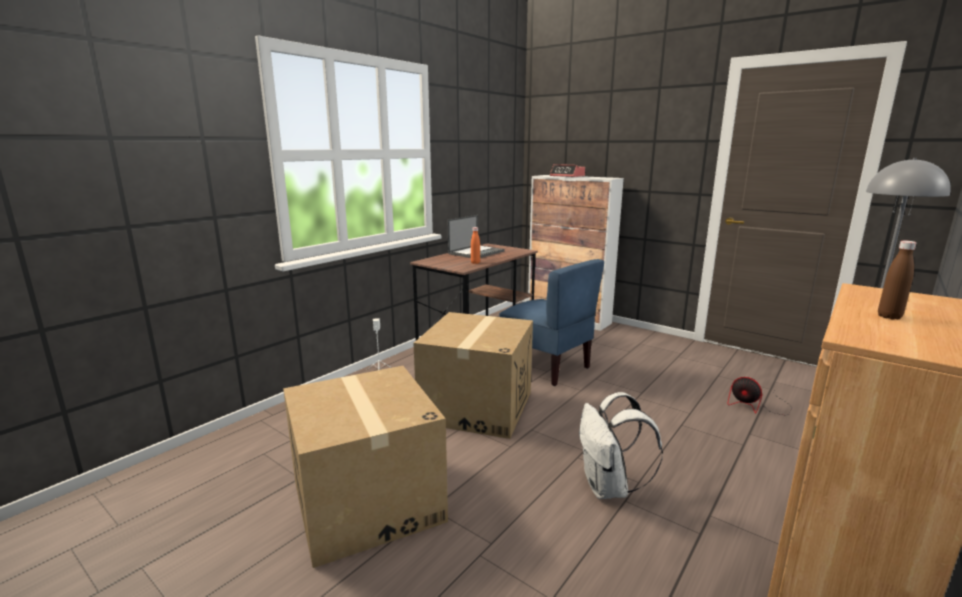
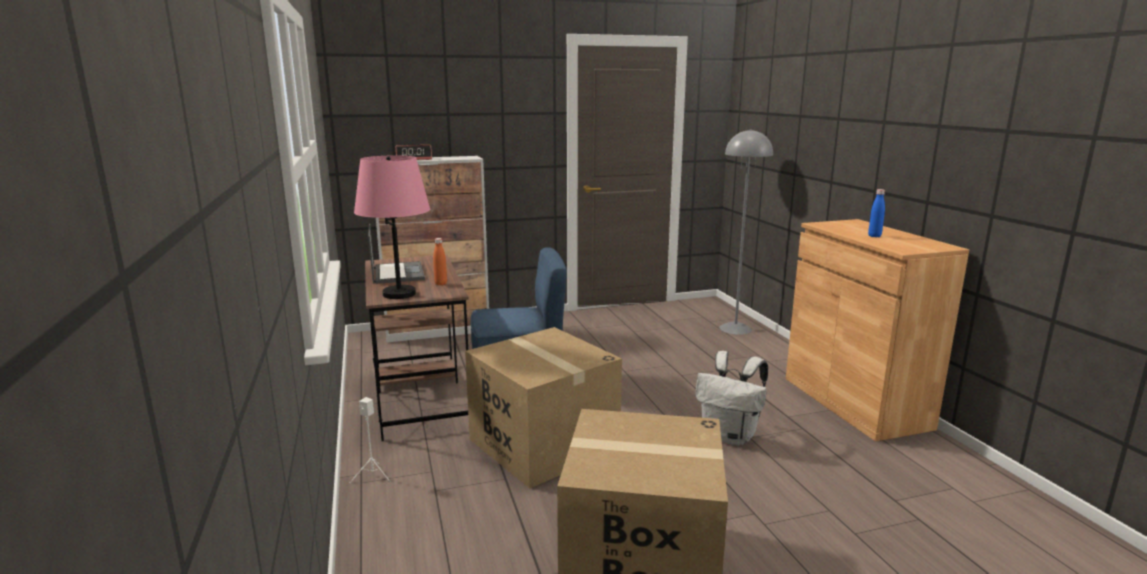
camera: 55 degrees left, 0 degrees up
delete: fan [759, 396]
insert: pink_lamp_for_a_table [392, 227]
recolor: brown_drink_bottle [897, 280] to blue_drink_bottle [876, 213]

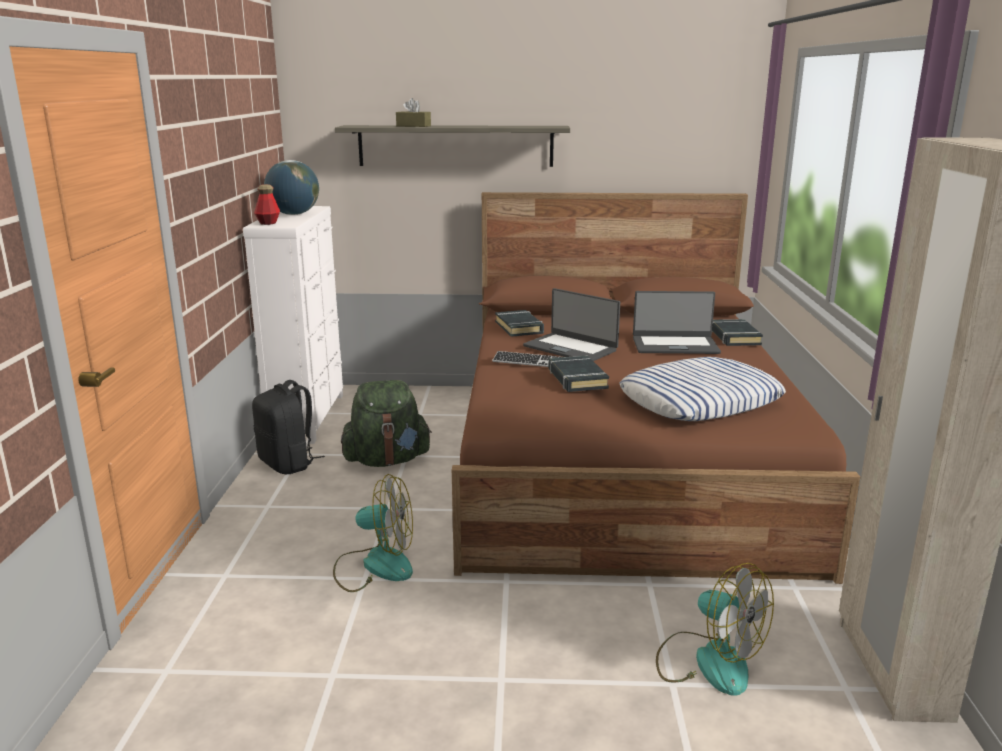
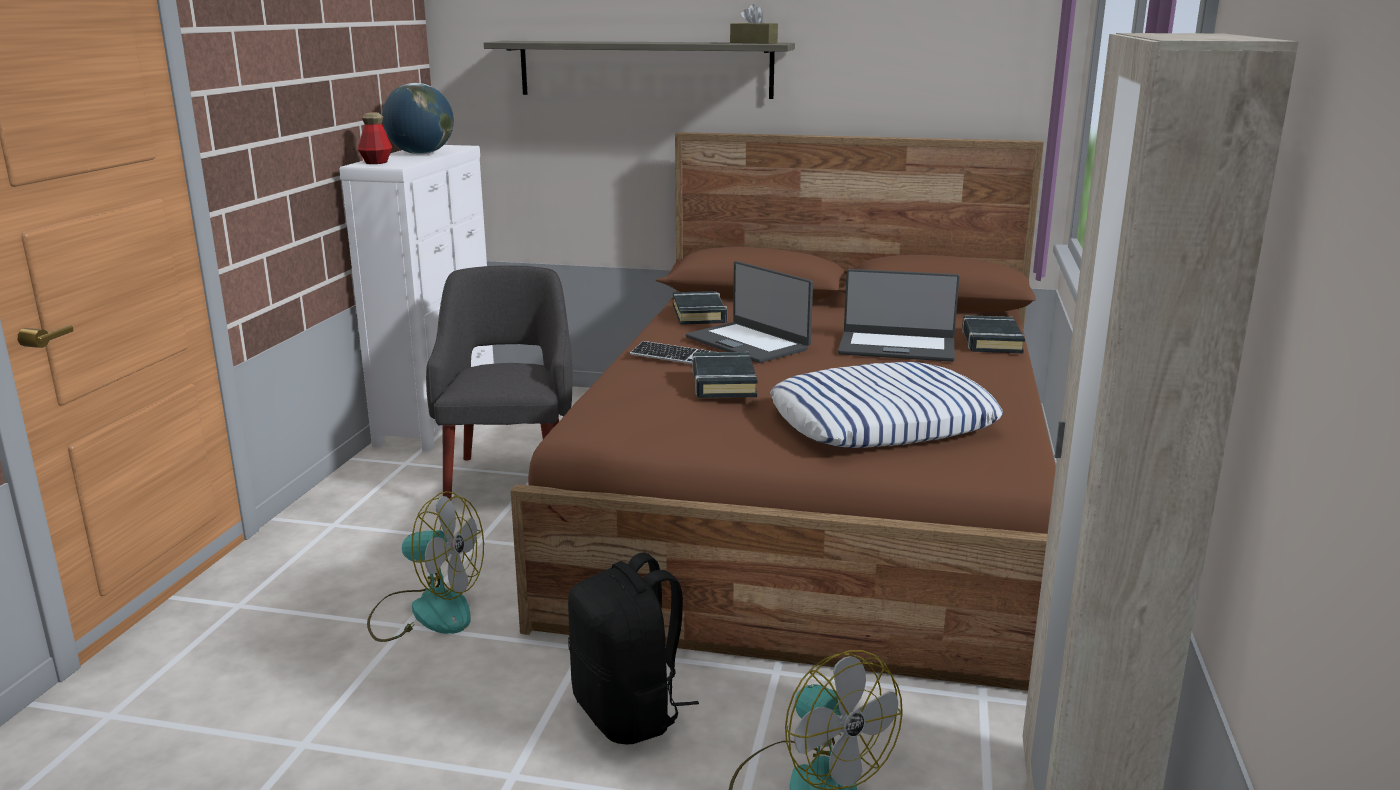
camera: 10 degrees right, 0 degrees up
move: blackish_knapsack [288, 427] to [633, 648]; brown_tissue_box [413, 112] to [754, 24]
replace: green_knapsack [386, 423] to grey_easy_chair [499, 382]

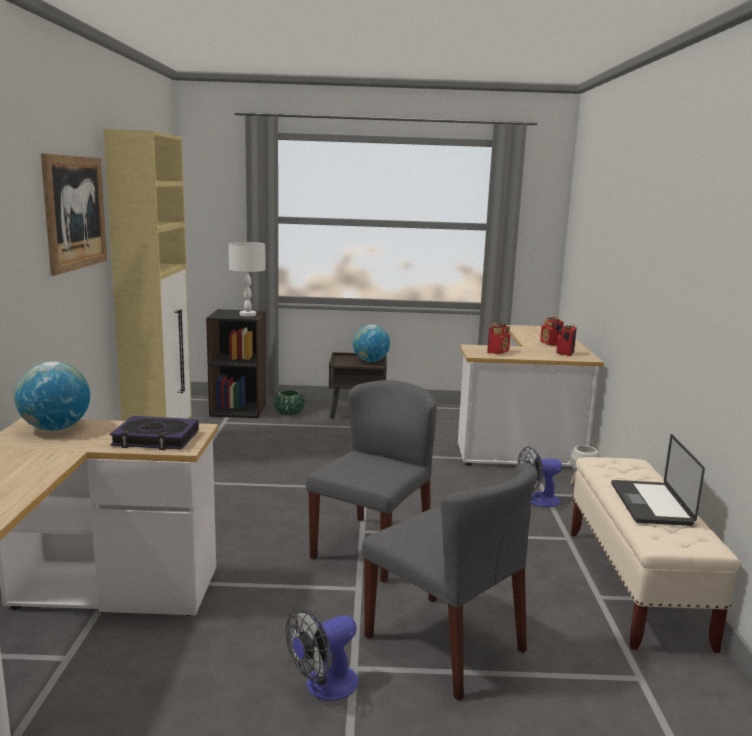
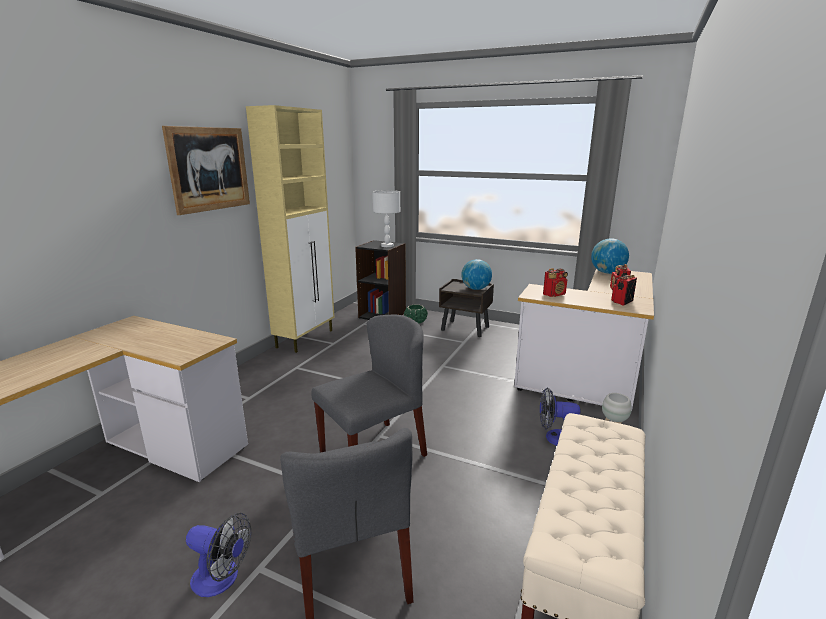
camera: 25 degrees right, 5 degrees up
delete: bound_book [154, 433]; portable_computer [658, 480]
move: desk_globe [52, 396] to [610, 256]
rotate: fan [322, 655] = [218, 555] 150 degrees counterclockwise

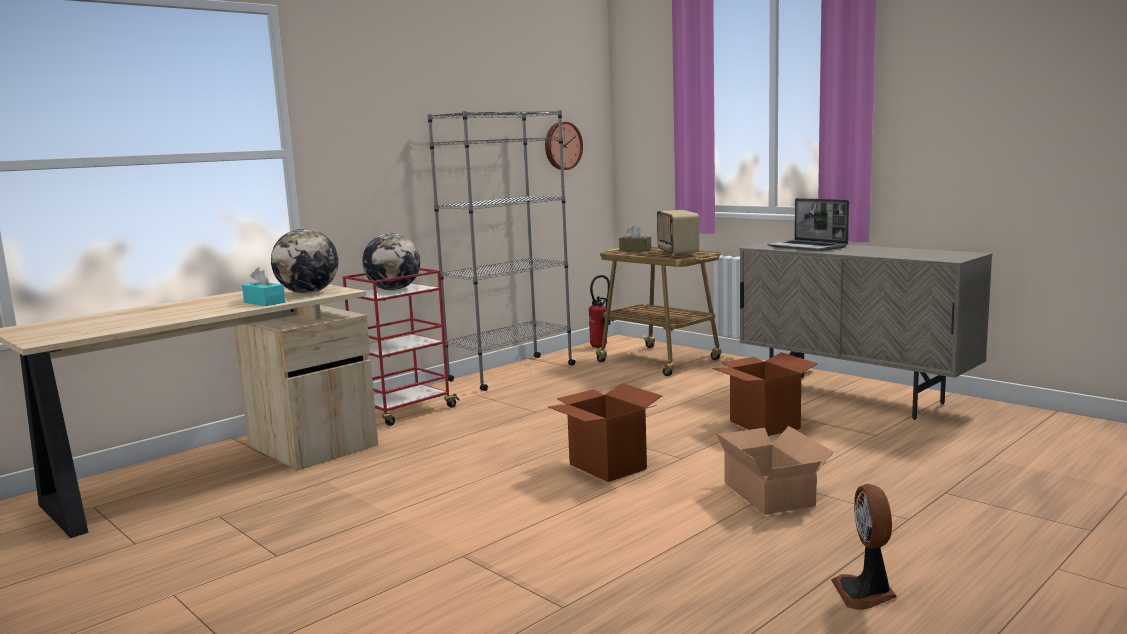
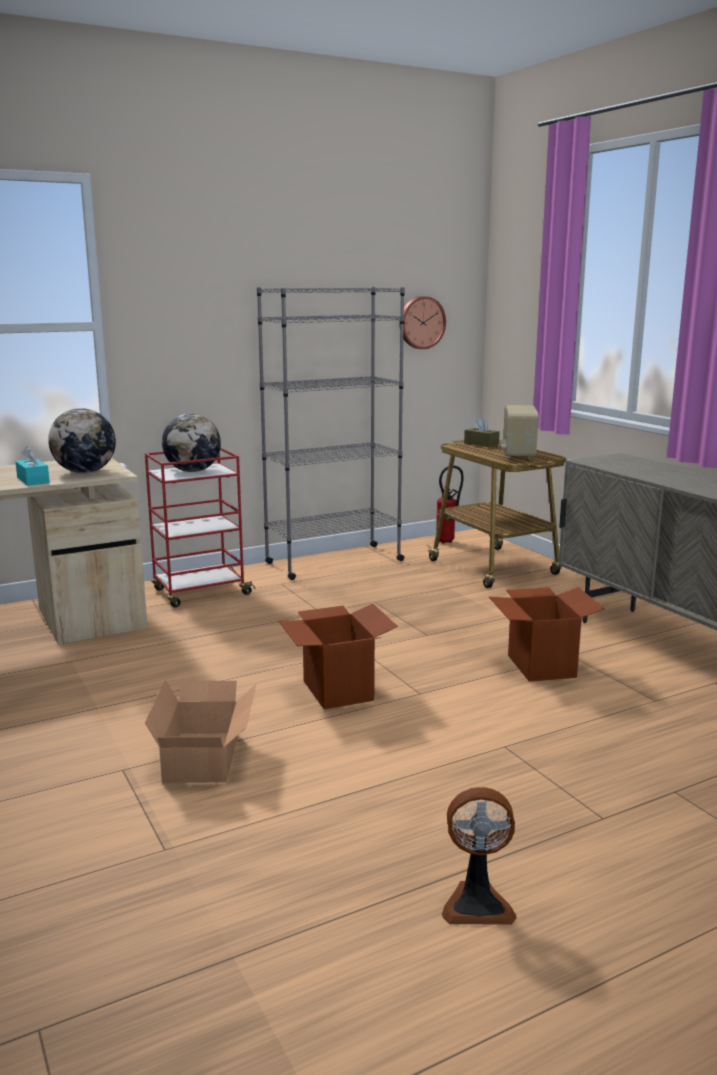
camera: 15 degrees right, 5 degrees up
delete: portable_computer [808, 224]
move: cardboard_box [774, 470] to [200, 731]
rotate: fan [864, 547] = [479, 856] 105 degrees counterclockwise

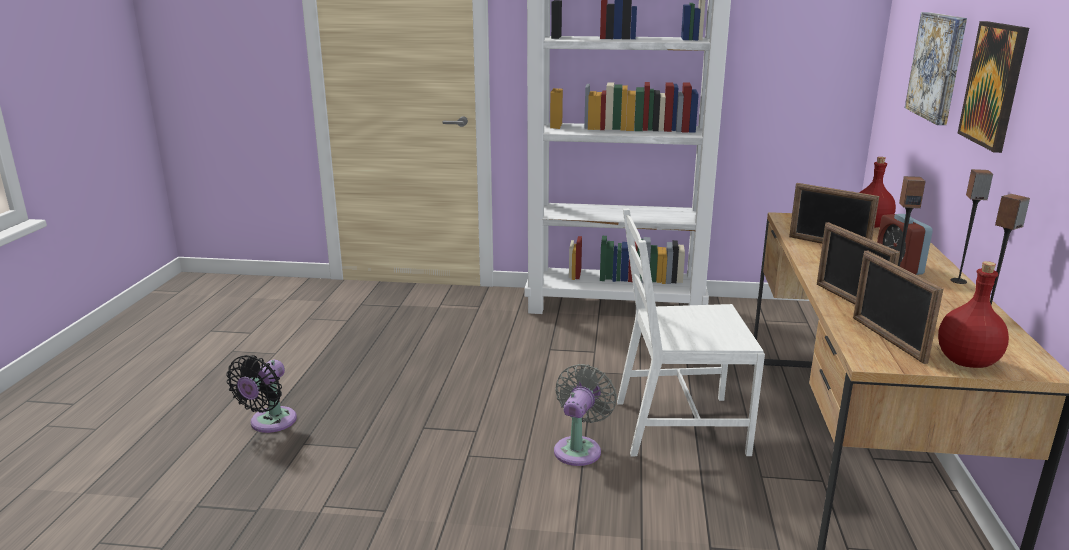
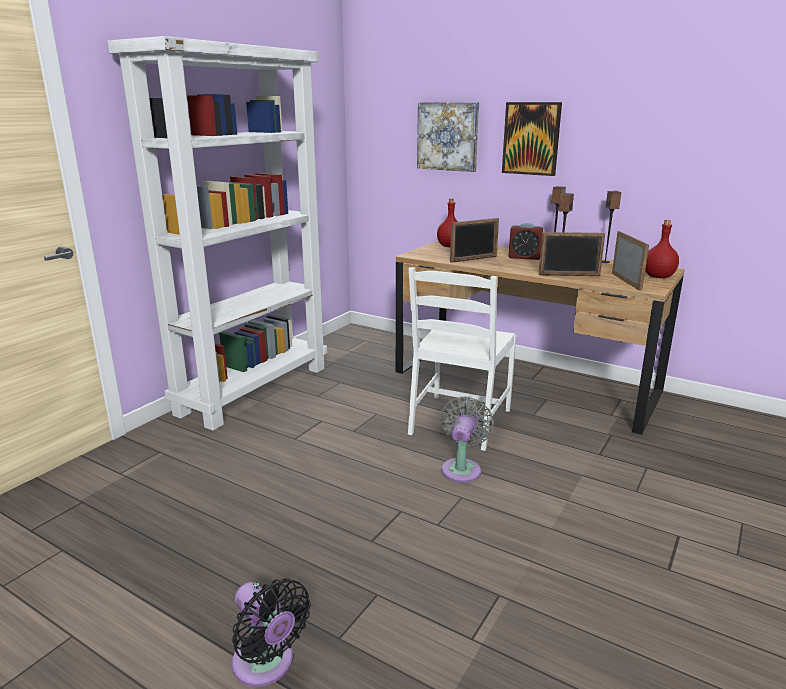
camera: 65 degrees left, 0 degrees up
rotate: grey_fan [585, 415] = [467, 439] 60 degrees clockwise; picture_frame [898, 307] = [630, 260] 105 degrees counterclockwise

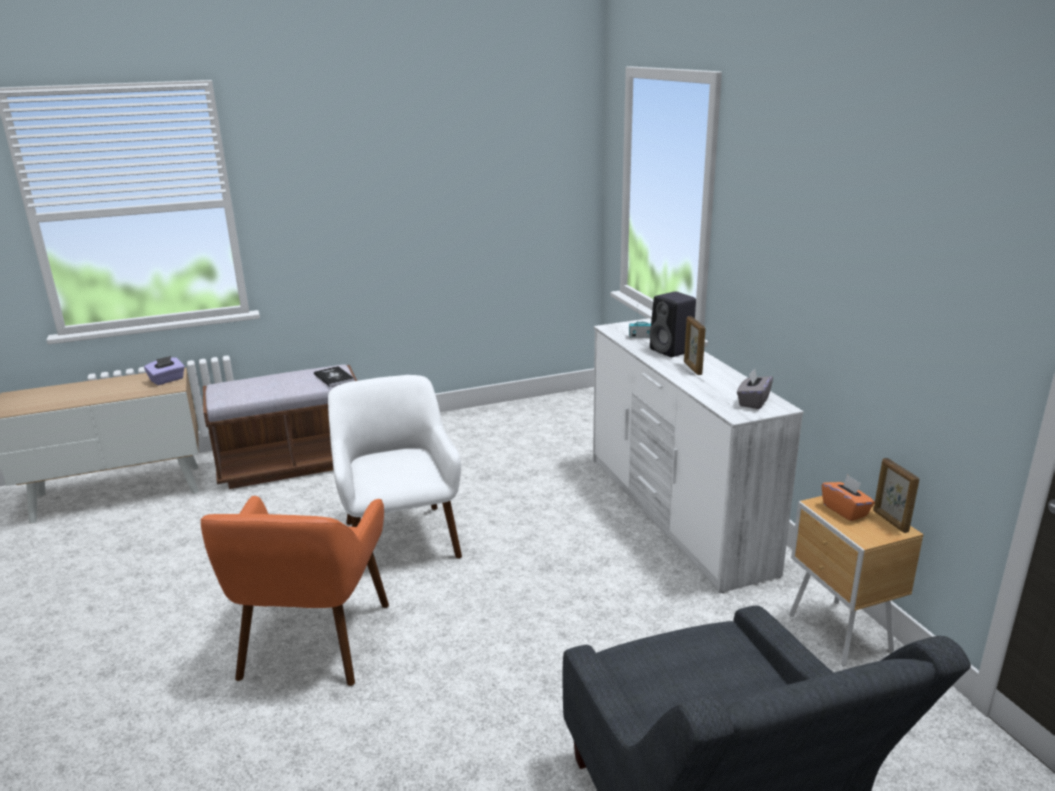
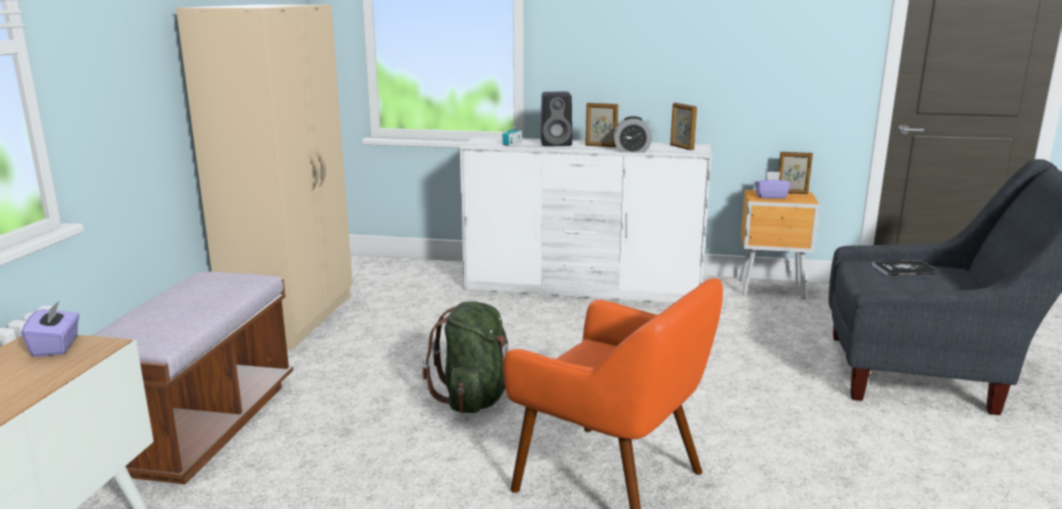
camera: 60 degrees left, 5 degrees down
insert: beige_armoire [264, 177]; alarm_clock [632, 134]
move: bound_book [334, 376] to [905, 268]
replace: white-coloured_easy_chair [395, 467] to green_knapsack [465, 357]; grey_tissue_box [755, 389] to picture_frame [683, 126]
recolor: orange_tissue_box [848, 498] to purple-coloured_tissue_box [772, 185]

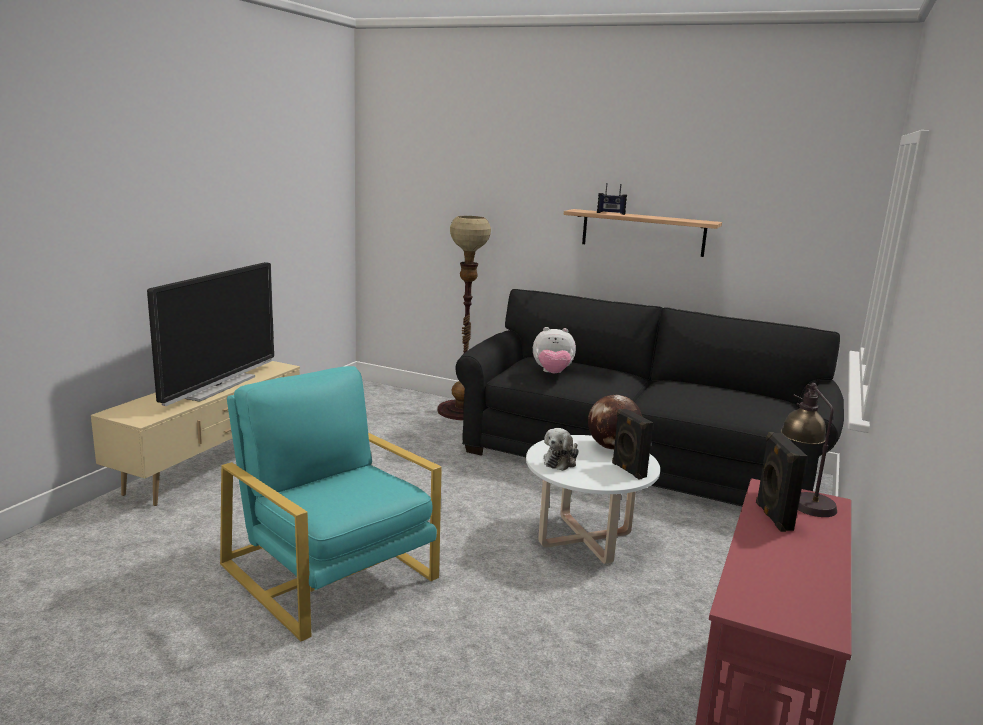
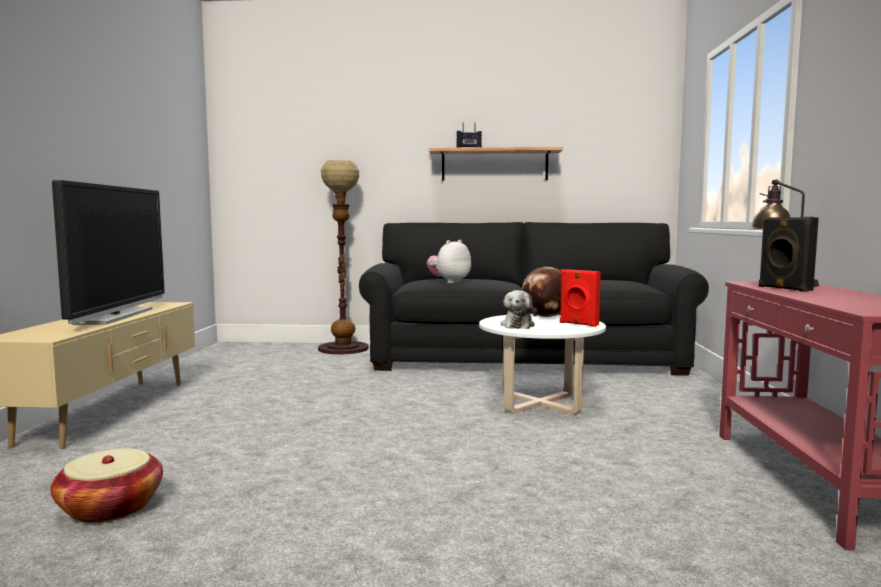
camera: 20 degrees left, 10 degrees down
delete: turquoise_easy_chair [331, 503]
insert: household_basket [106, 485]
recolor: blackish_audio_speaker [632, 444] to red-coloured_audio_speaker [580, 298]
rotate: cuddly_toy [554, 350] = [449, 261] 150 degrees clockwise

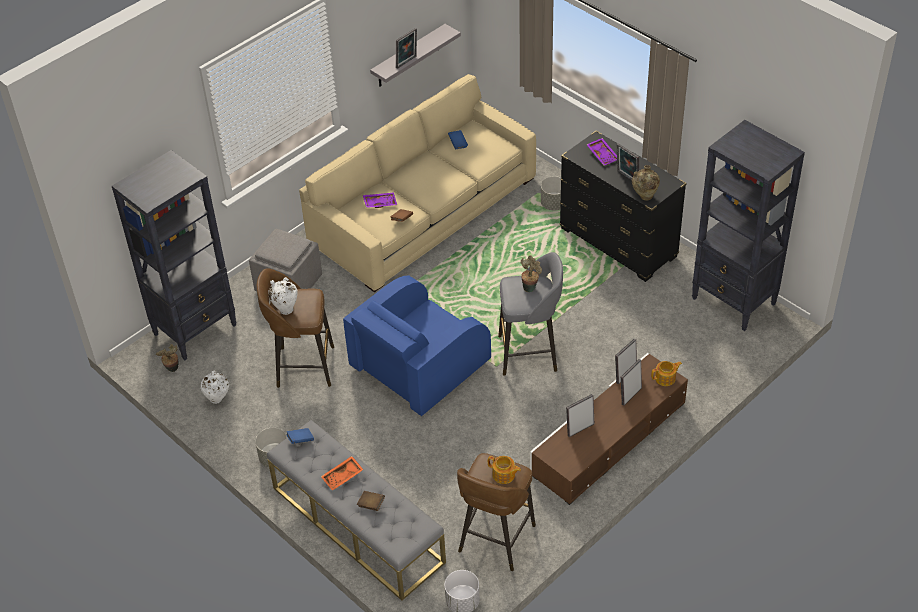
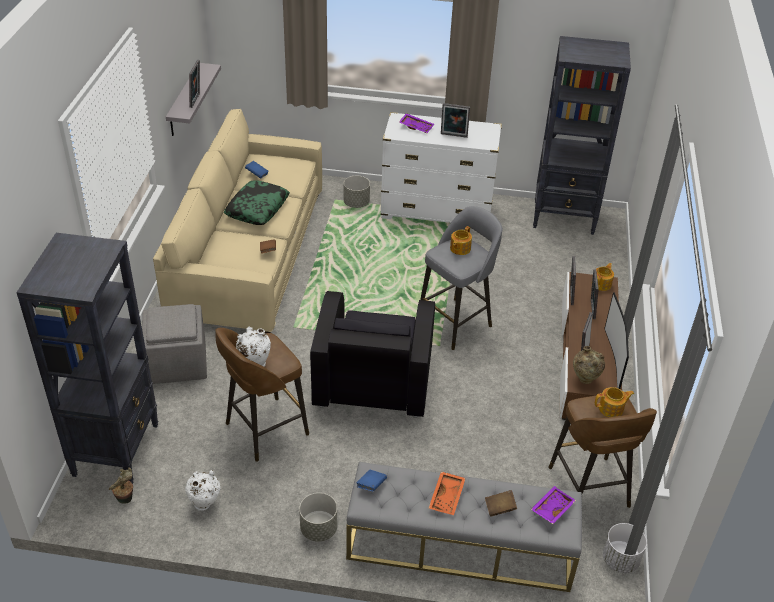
camera: 40 degrees left, 5 degrees down
insert: throw_pillow [257, 202]; TV_set [616, 340]
move: purple-coloured_serving_tray [380, 200] to [553, 505]; beige_vase [646, 182] to [589, 365]
replace: plant_in_a_pot [531, 273] to teapot [461, 240]
recolor: blue_easy_chair [417, 345] to blackish_easy_chair [372, 354]; blackish_chest_of_drawers [623, 206] to white-coloured_chest_of_drawers [441, 167]

